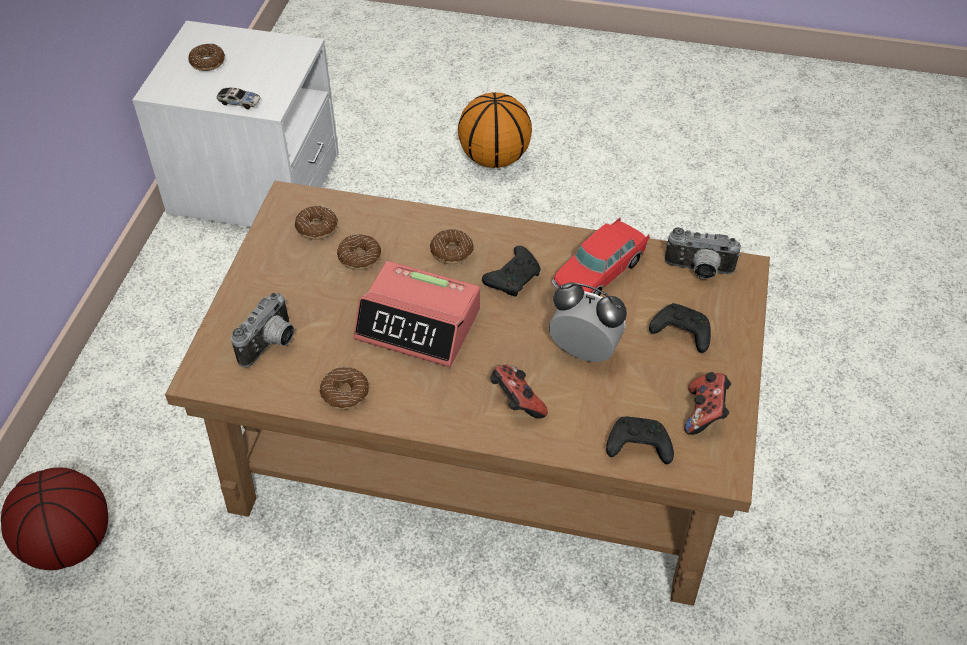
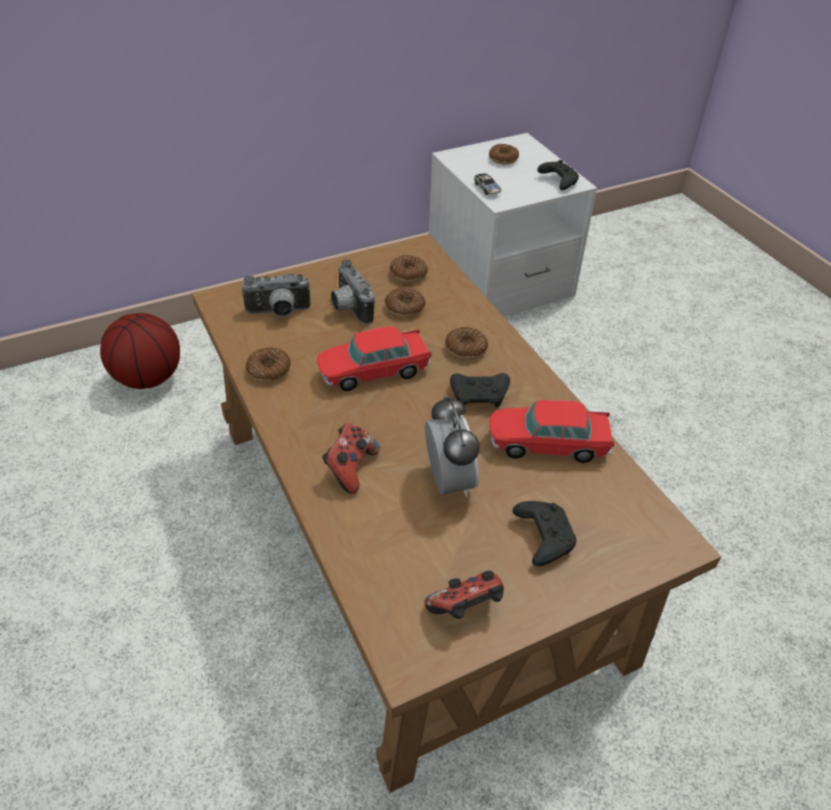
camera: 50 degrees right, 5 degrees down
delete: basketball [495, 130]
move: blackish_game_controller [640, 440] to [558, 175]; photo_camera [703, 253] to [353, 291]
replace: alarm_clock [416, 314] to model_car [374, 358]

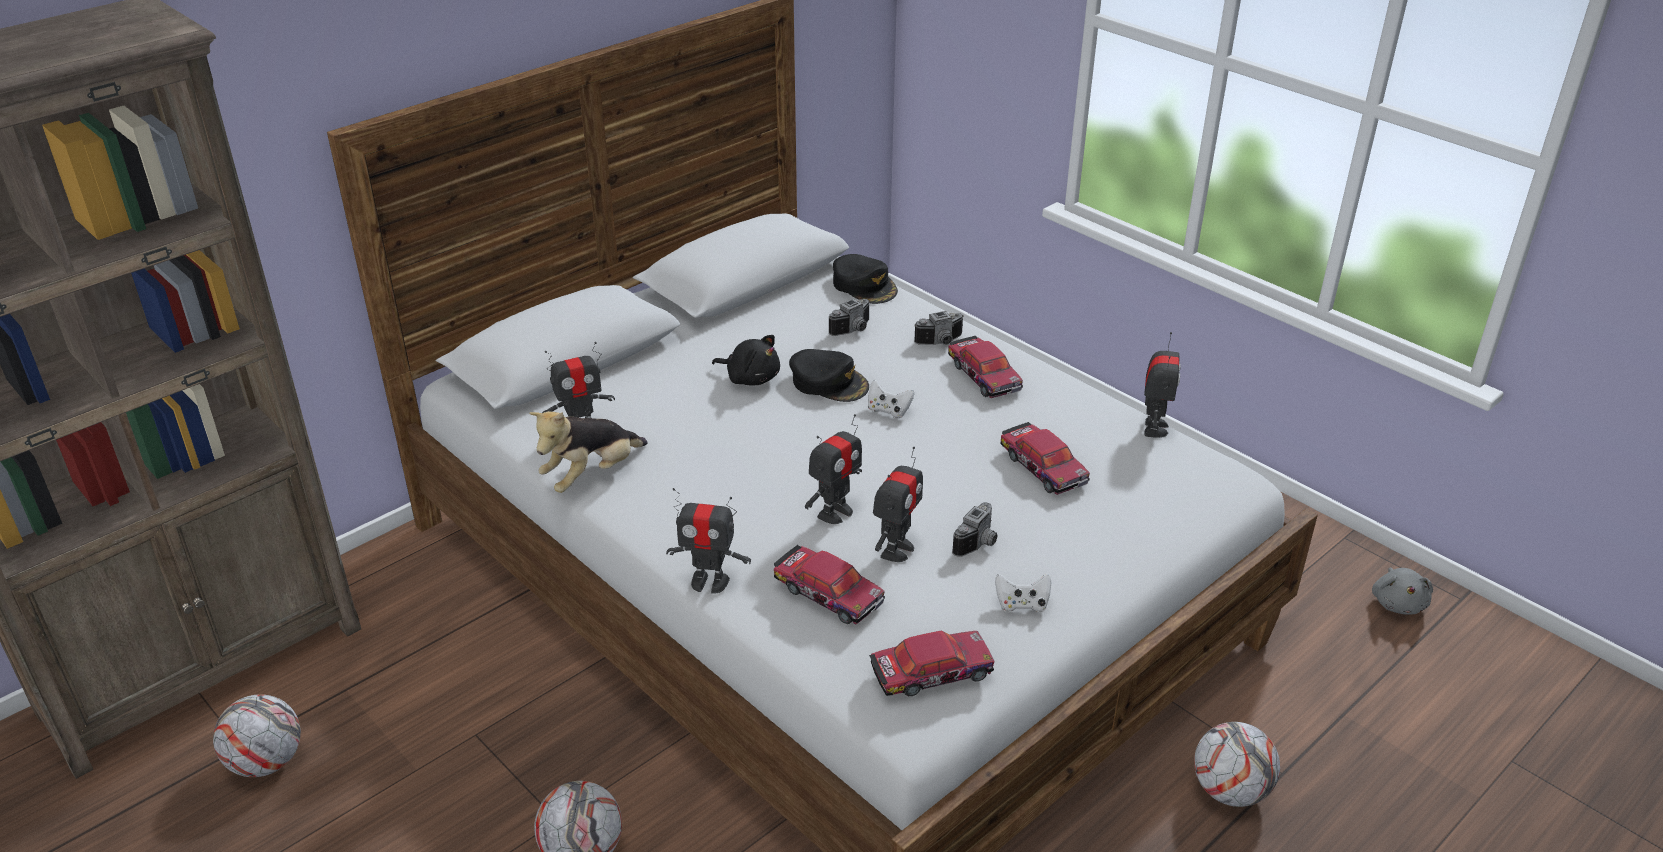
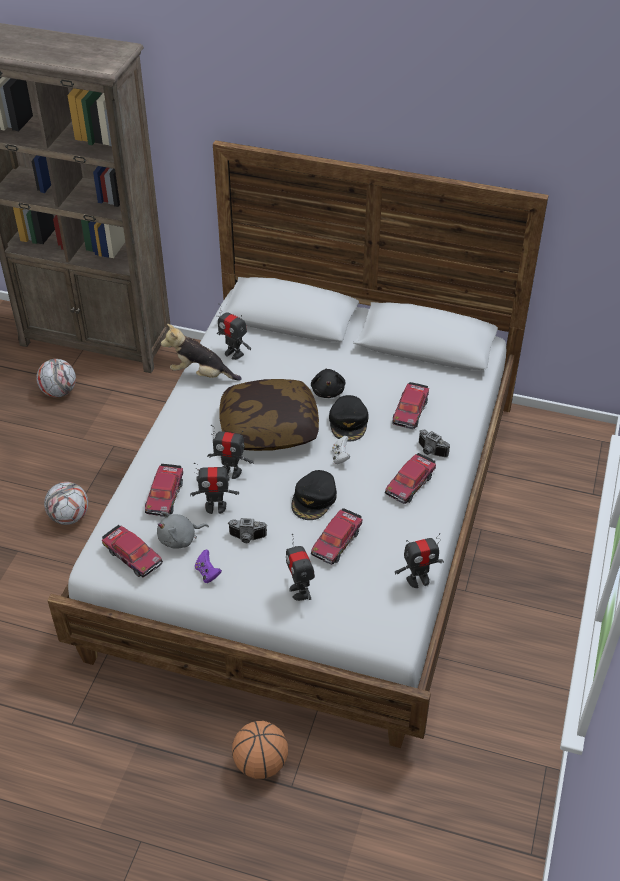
camera: 60 degrees right, 10 degrees up
insert: throw_pillow [269, 415]
move: model_robot [708, 541] to [300, 567]; blackish_peaked_cap [865, 279] to [314, 495]; grey_cuddly_toy [1402, 591] to [183, 530]
replace: photo_camera [849, 317] to model_car [410, 405]; football [1237, 764] to basketball [260, 750]
recolor: white-coloured_game_controller [1023, 593] to purple-coloured_game_controller [208, 566]

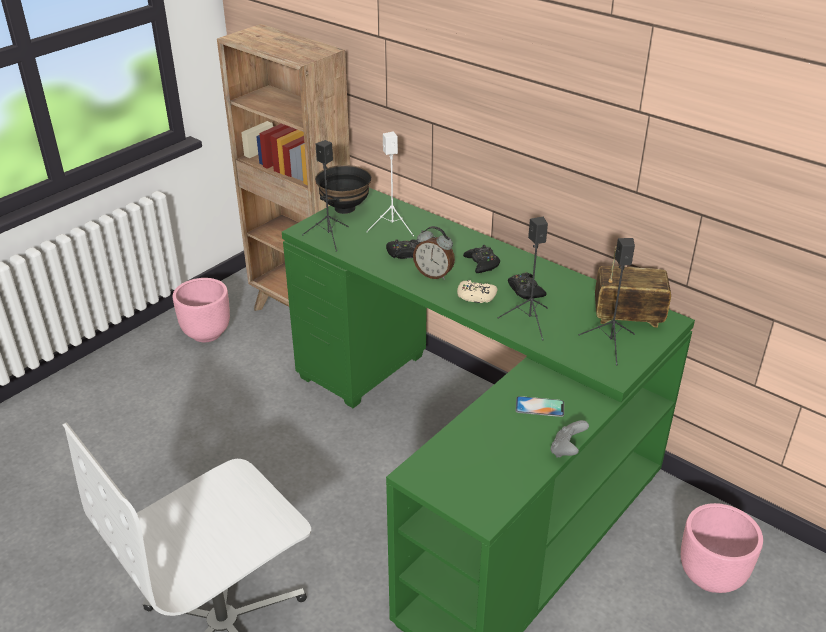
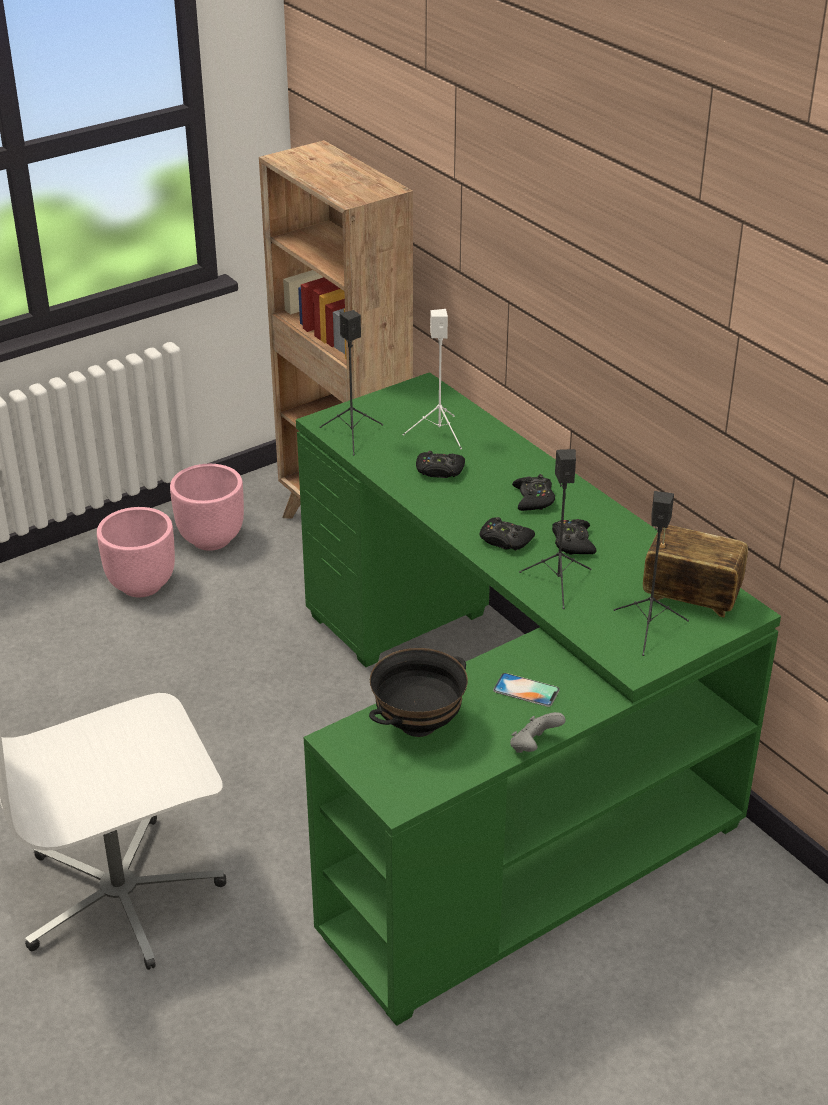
camera: 15 degrees right, 0 degrees up
delete: alarm_clock [434, 253]
move: blackish_serving_bowl [343, 189] to [418, 692]; pink_planter [722, 548] to [136, 552]
recolor: beige_game_controller [477, 291] to blackish_game_controller [507, 534]

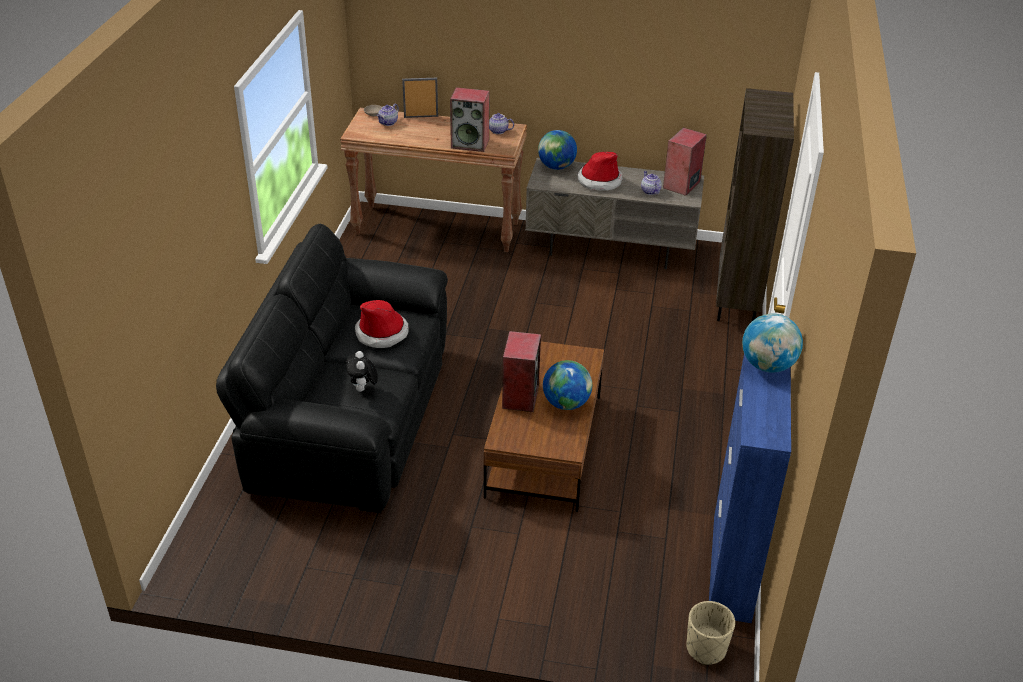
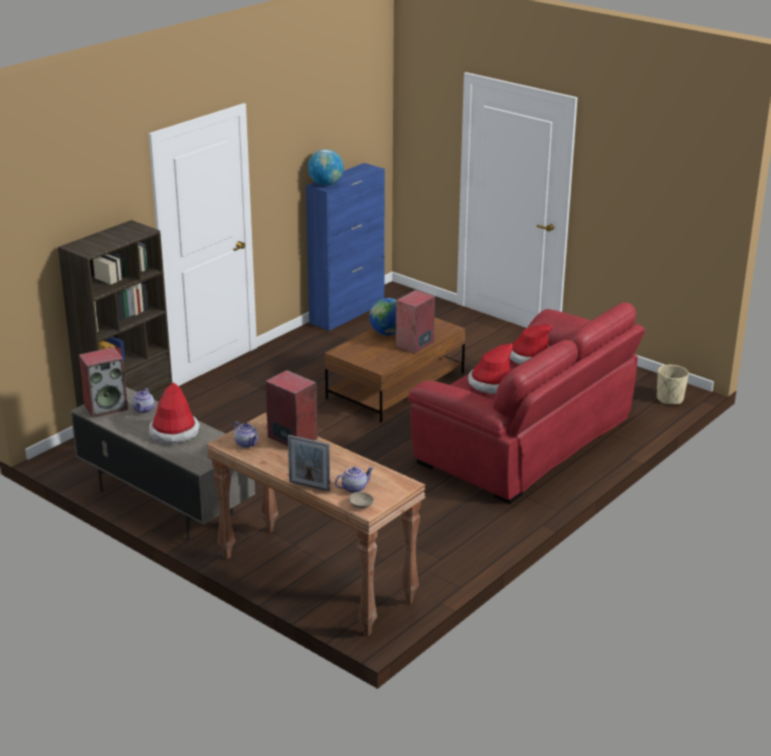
camera: 150 degrees left, 10 degrees down
delete: desk_globe [557, 150]
move: beige_planter [710, 633] to [673, 385]
replace: cuddly_toy [362, 371] to wearable_hat [531, 344]
recolor: blackish_sofa [332, 368] to red-coloured_sofa [526, 403]

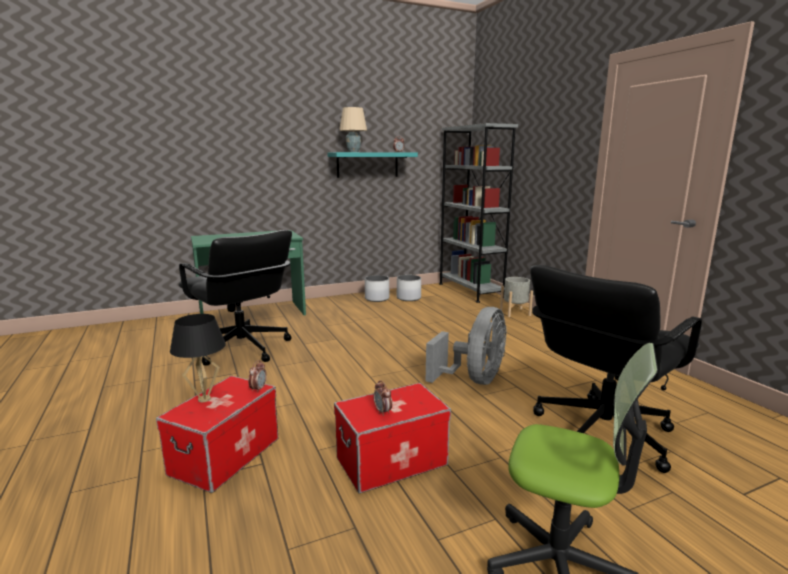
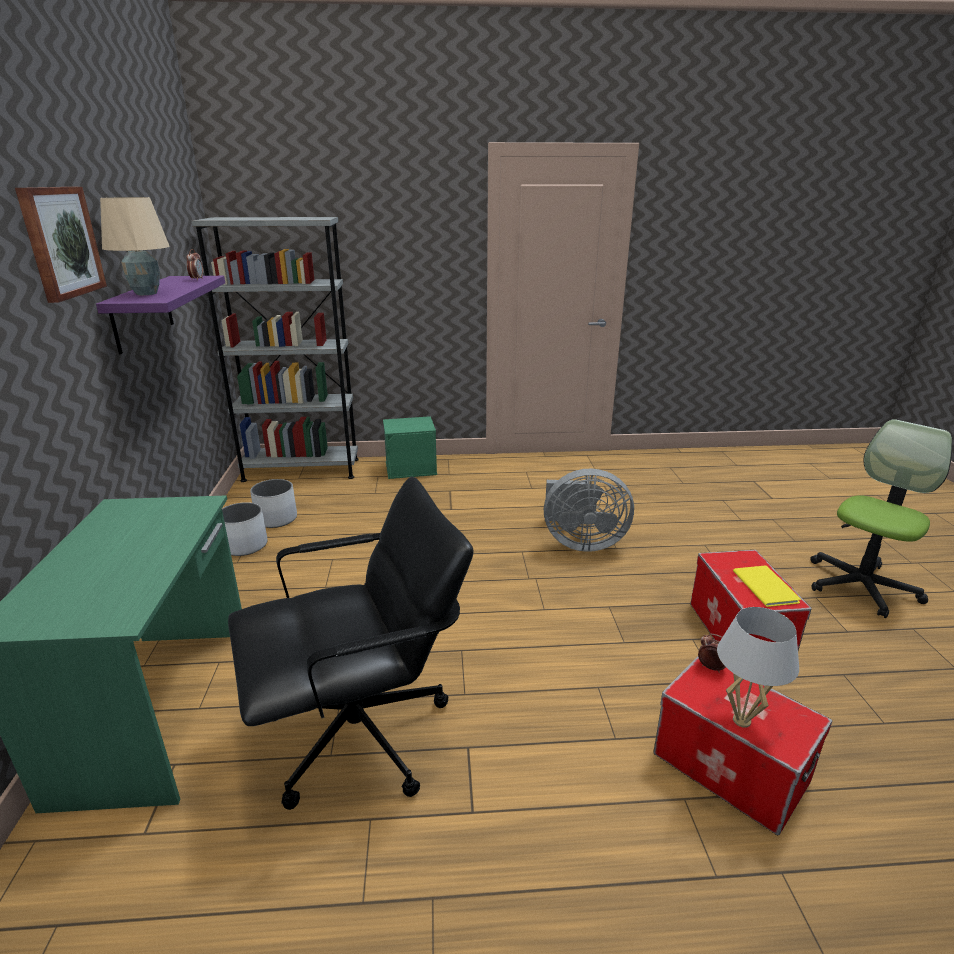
camera: 70 degrees left, 10 degrees up
delete: blackish_office_chair [616, 369]
insert: wall_picture [61, 245]
replace: alarm_clock [382, 398] to yellow_bound_book [767, 586]; grey_planter [516, 297] to green_storage_box [410, 447]
recolor: blackish_lamp_for_a_table [198, 358] to white-coloured_lamp_for_a_table [758, 667]; turquoise_wall_shelf [372, 165] to purple-coloured_wall_shelf [160, 315]
rotate: grey_fan [466, 346] = [589, 510] 135 degrees clockwise

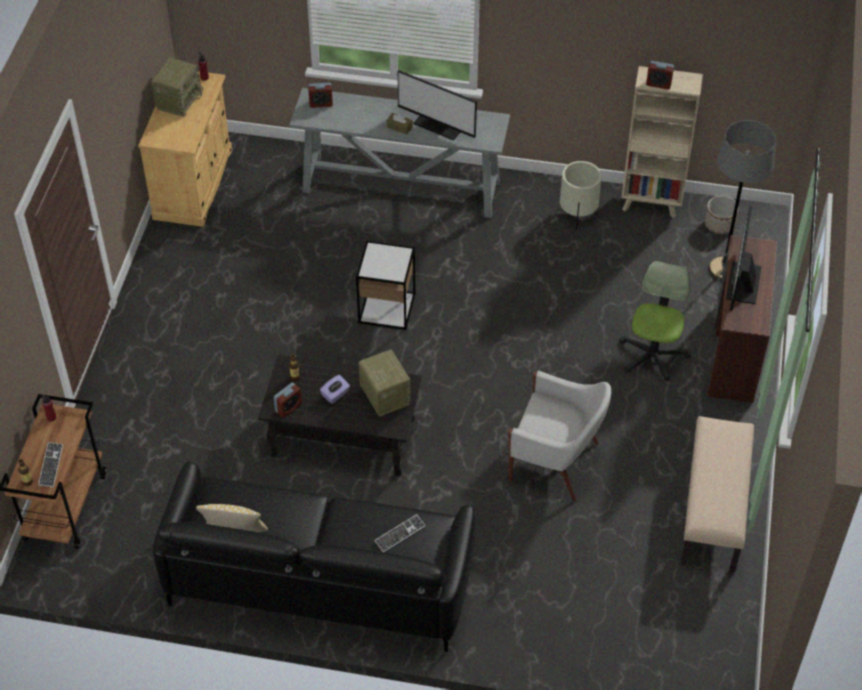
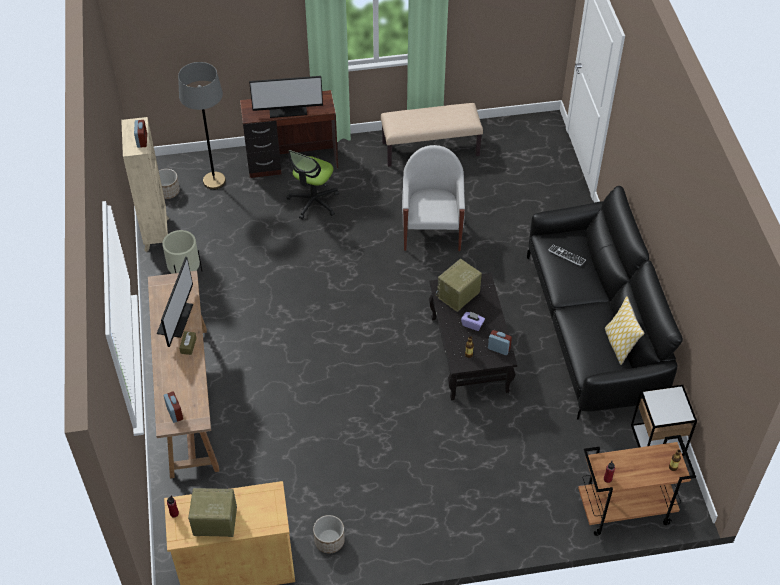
camera: 110 degrees left, 0 degrees up
delete: PC_keyboard [50, 464]
insert: planter [329, 534]
move: accent_table [385, 285] to [664, 420]
recolor: grey_console_table [400, 153] to brown_console_table [183, 374]
rotate: office_chair [655, 321] = [312, 185] 60 degrees counterclockwise

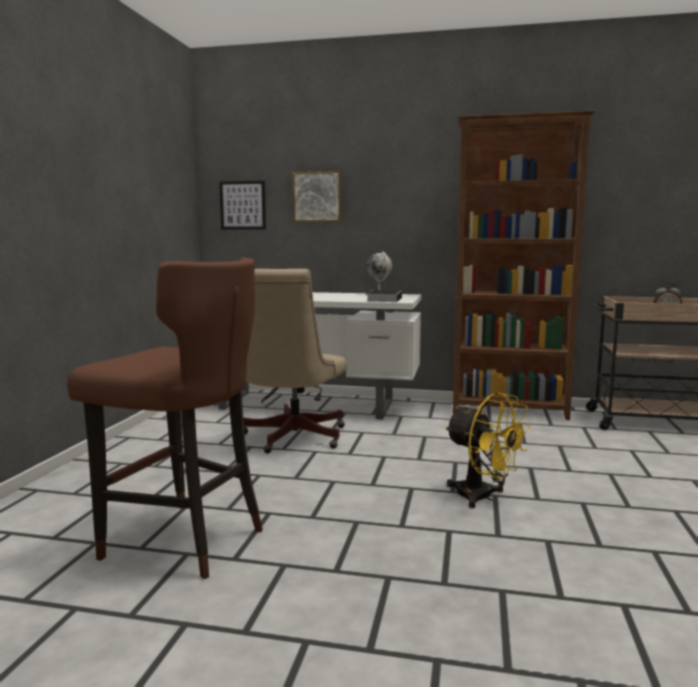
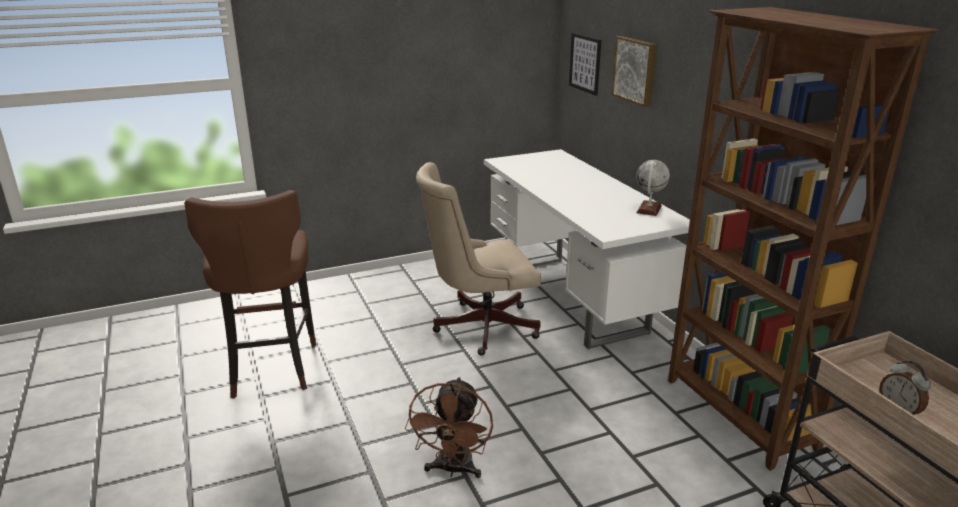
camera: 55 degrees right, 15 degrees up
delete: bound_book [384, 296]
recolor: yellow_fan [488, 450] to brown_fan [449, 427]

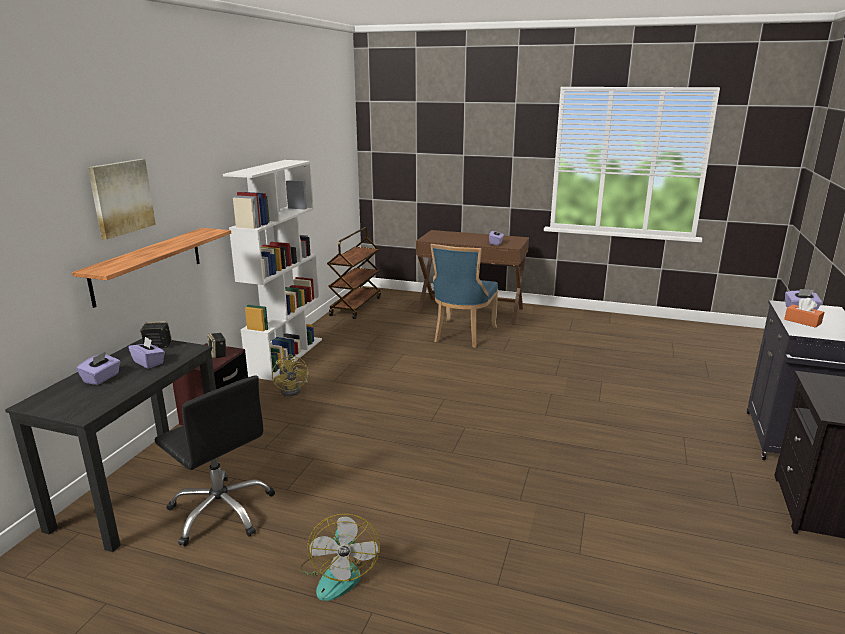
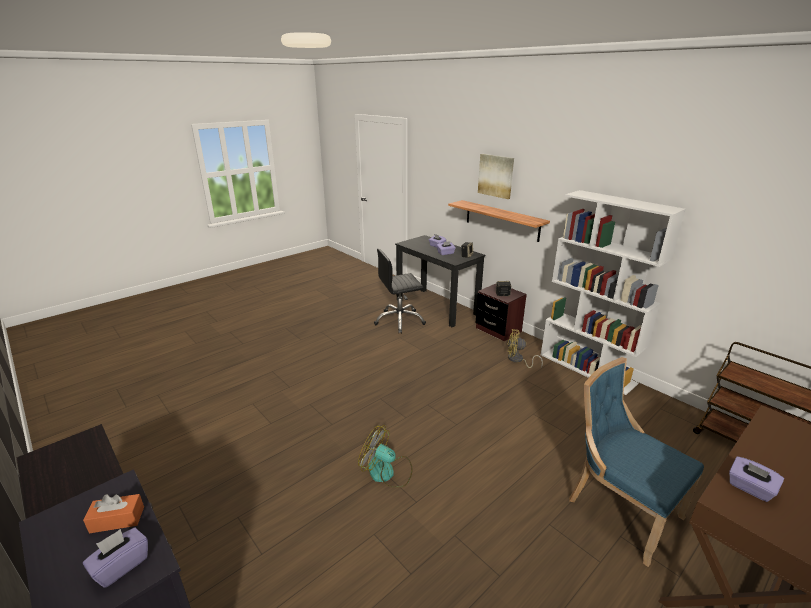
camera: 120 degrees right, 5 degrees up
move: fan [340, 557] to [385, 456]

